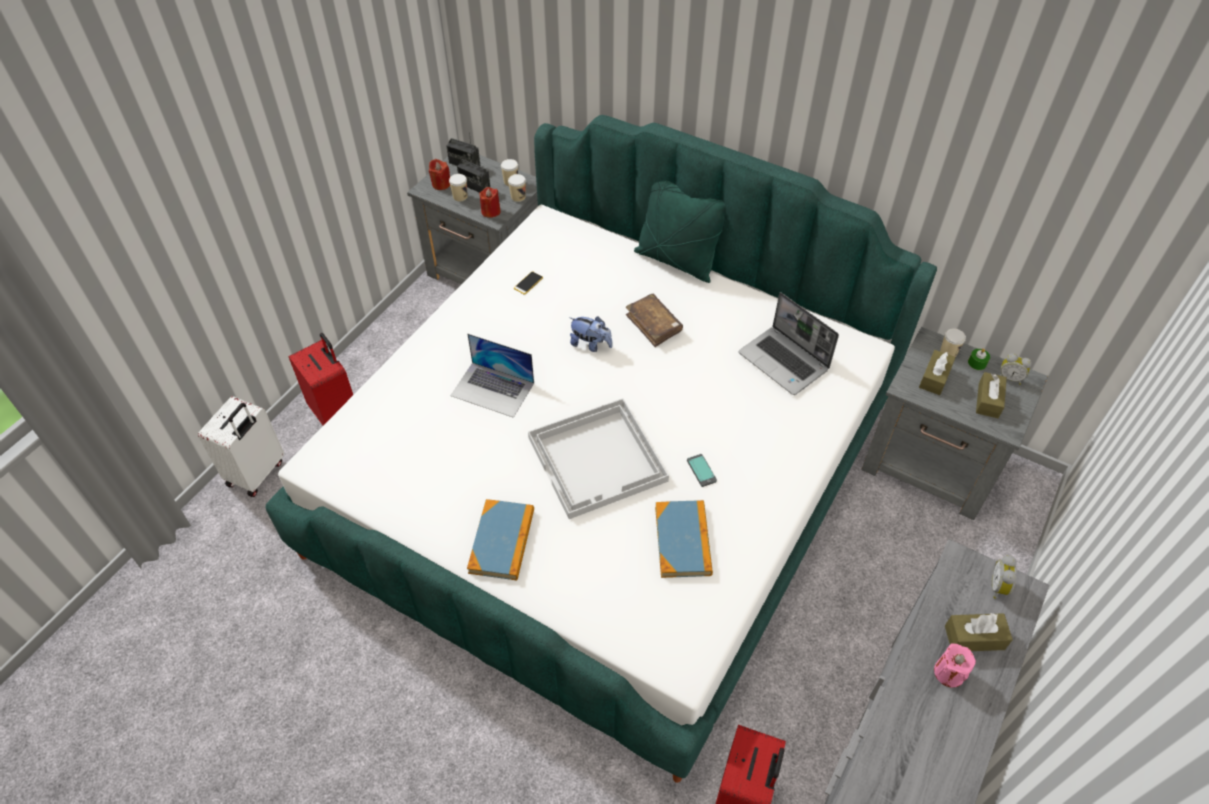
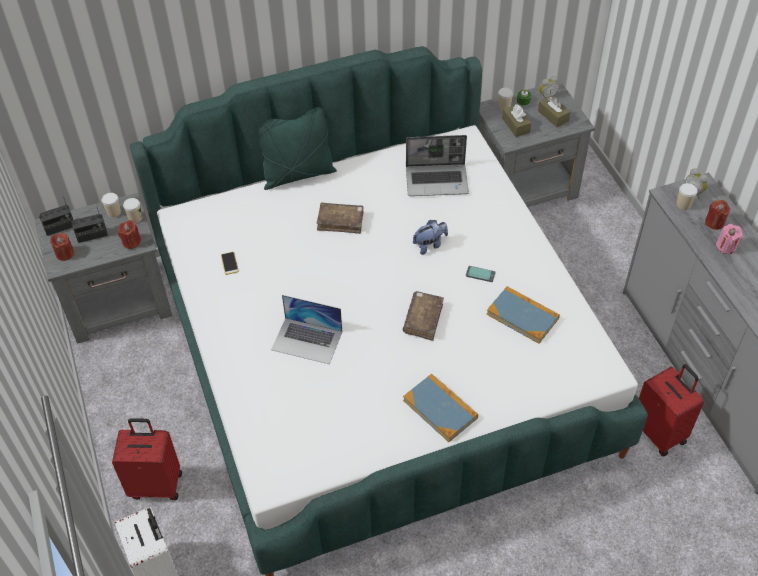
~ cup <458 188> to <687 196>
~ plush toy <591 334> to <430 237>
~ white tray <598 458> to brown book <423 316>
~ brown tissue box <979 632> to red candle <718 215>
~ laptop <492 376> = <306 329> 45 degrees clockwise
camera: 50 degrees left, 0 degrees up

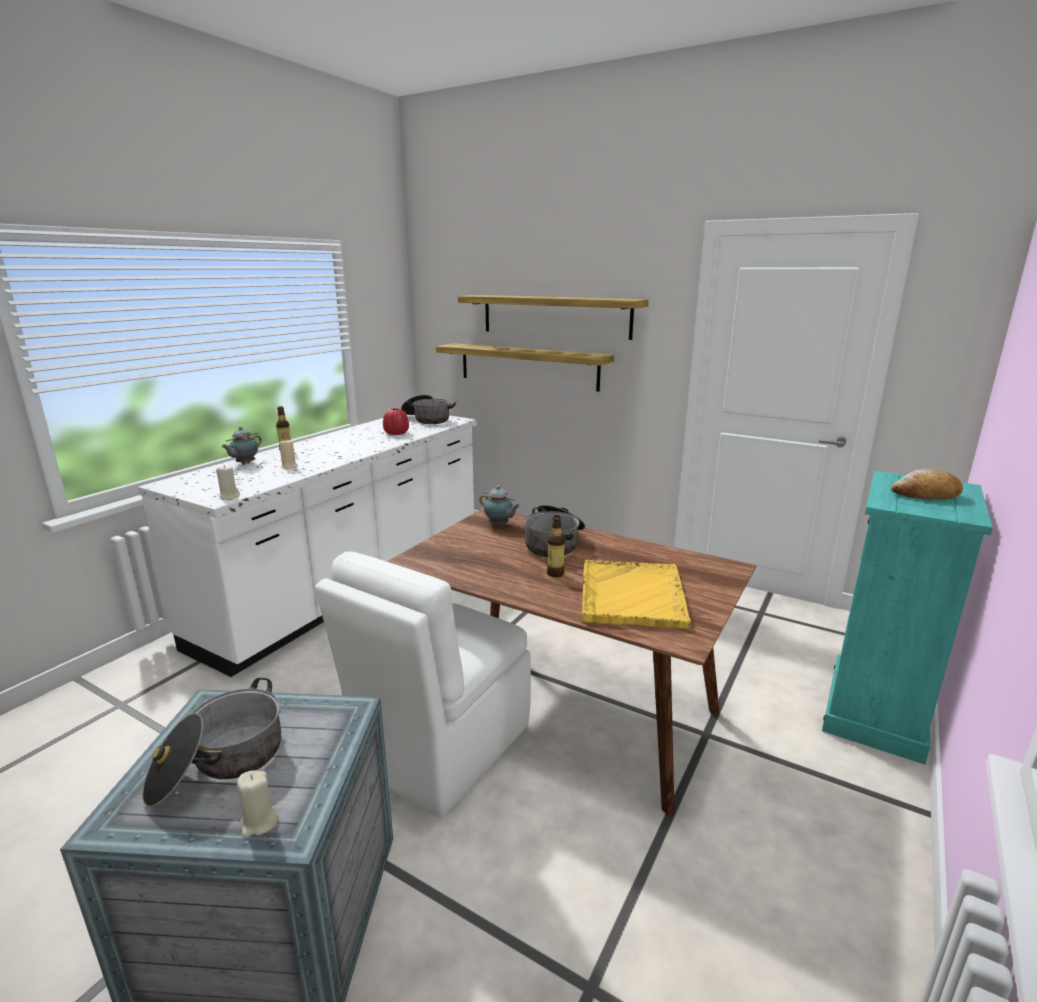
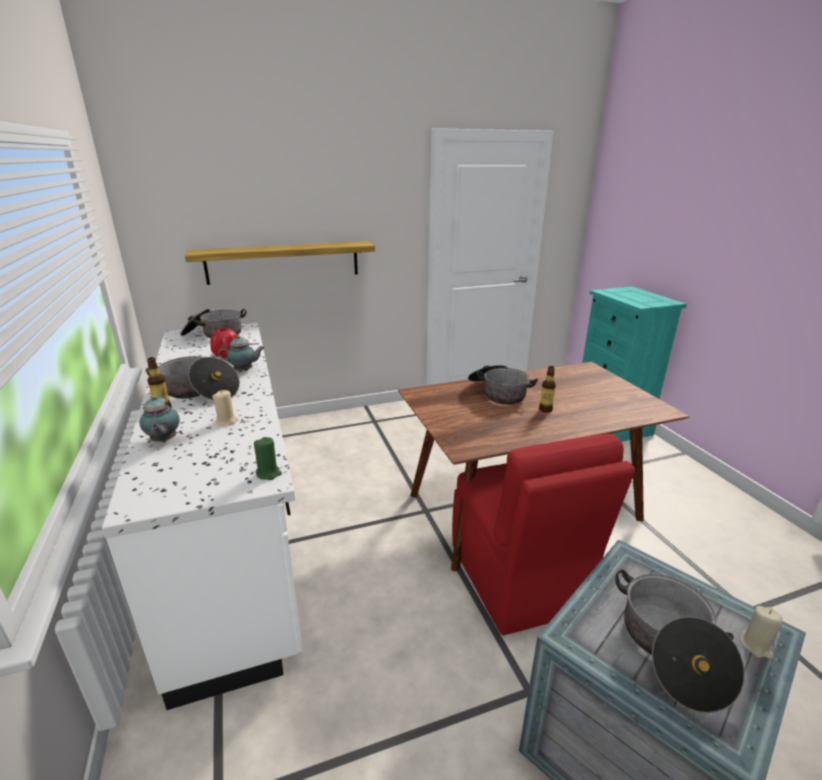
- shelf <553 317>
- yellow tray <636 594>
- bread <927 484>
+ cooking pot <193 378>
~ teapot <499 505> to <241 353>
~ beige candle <228 482> to green candle <268 458>
~ white chair <423 684> to red chair <543 534>
camera: 50 degrees left, 5 degrees up

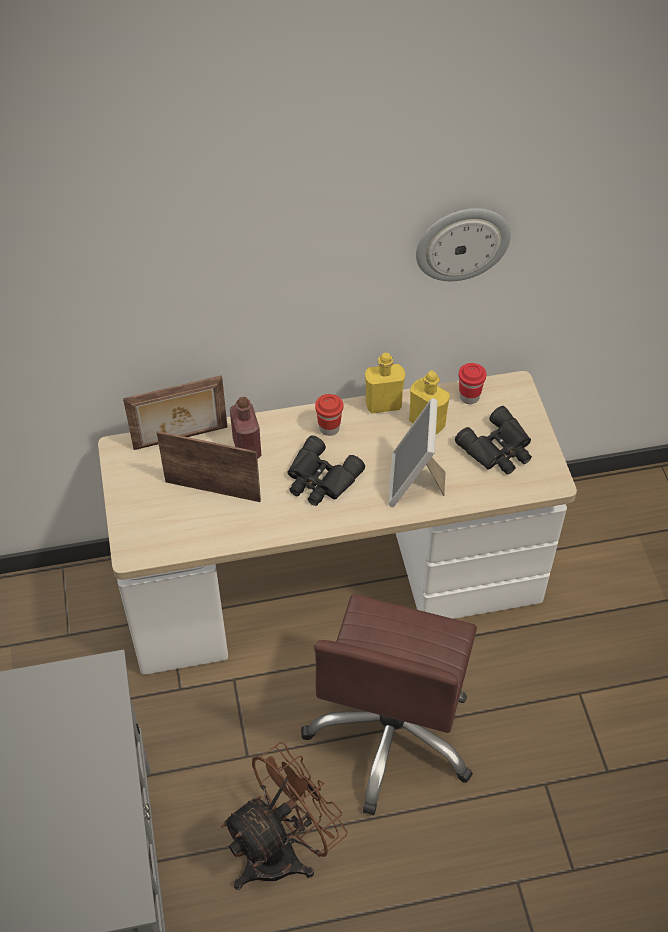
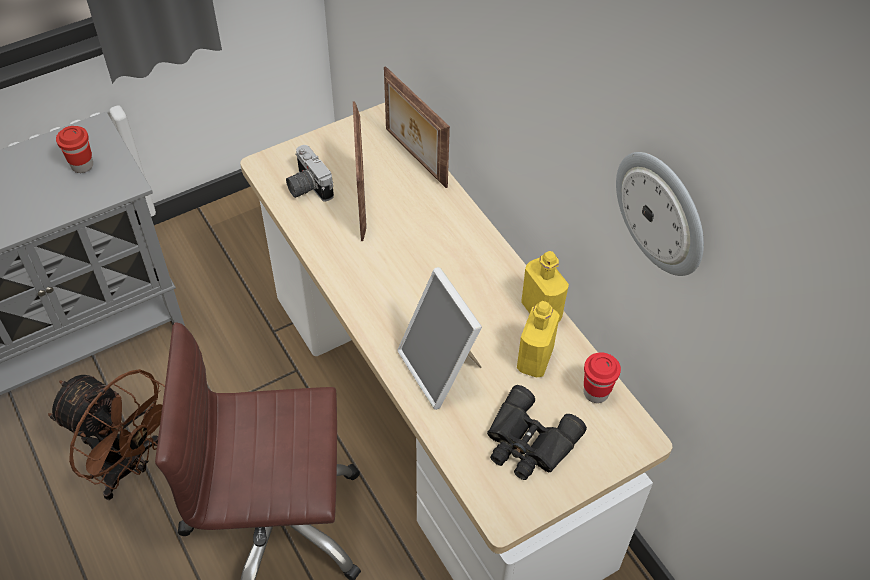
- red bottle <245 428>
- black binoculars <326 470>
+ photo camera <310 173>
~ red cup <329 415> to <74 149>
~ picture frame <417 452> = <439 338> 105 degrees counterclockwise
camera: 70 degrees right, 0 degrees up

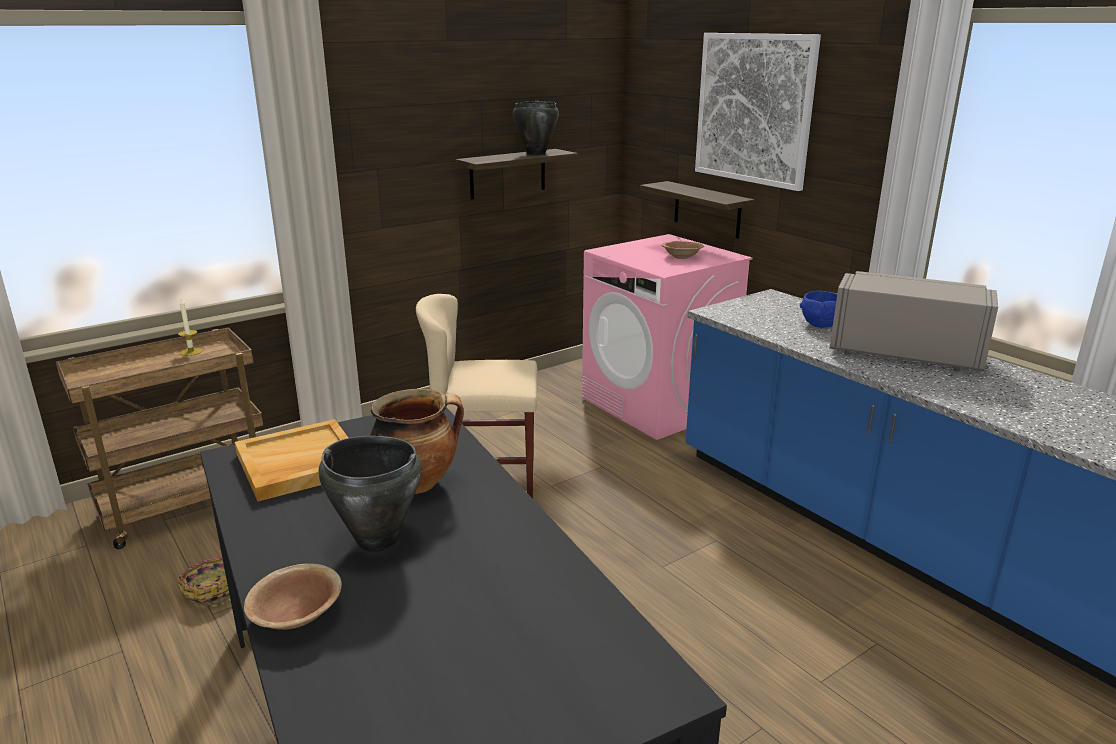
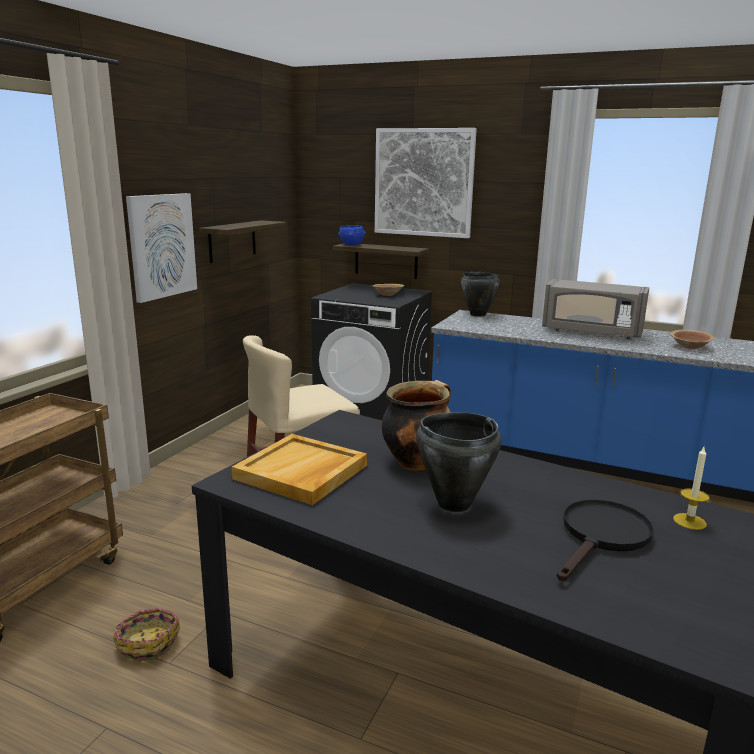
+ picture <161 248>
+ black frying pan <605 540>
~ candle <190 327> to <691 488>
~ brown bowl <293 596> to <692 339>
~ black cooking pot <536 128> to <480 294>
~ blue bowl <818 309> to <352 235>
~ pink washing machine <667 337> to black washing machine <372 351>
~ grey microwave <914 321> = <595 309> 150 degrees counterclockwise
camera: 30 degrees left, 5 degrees down

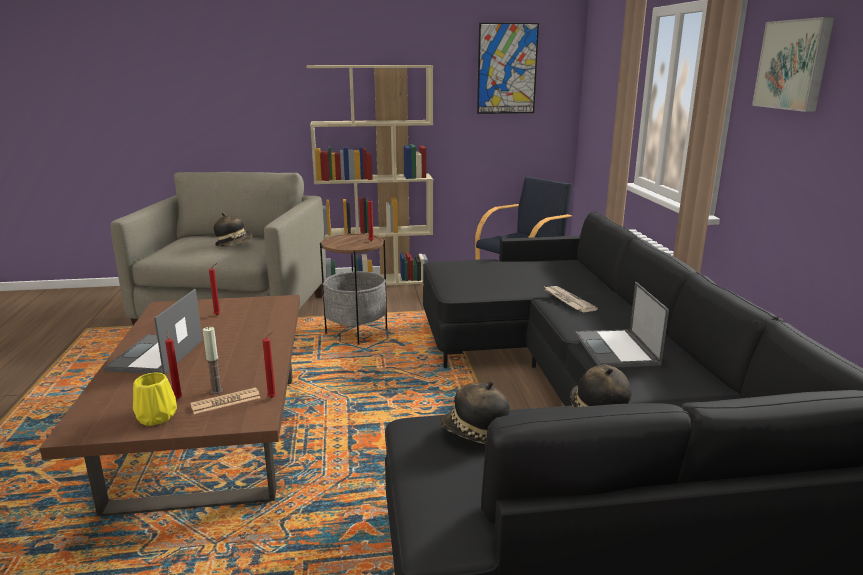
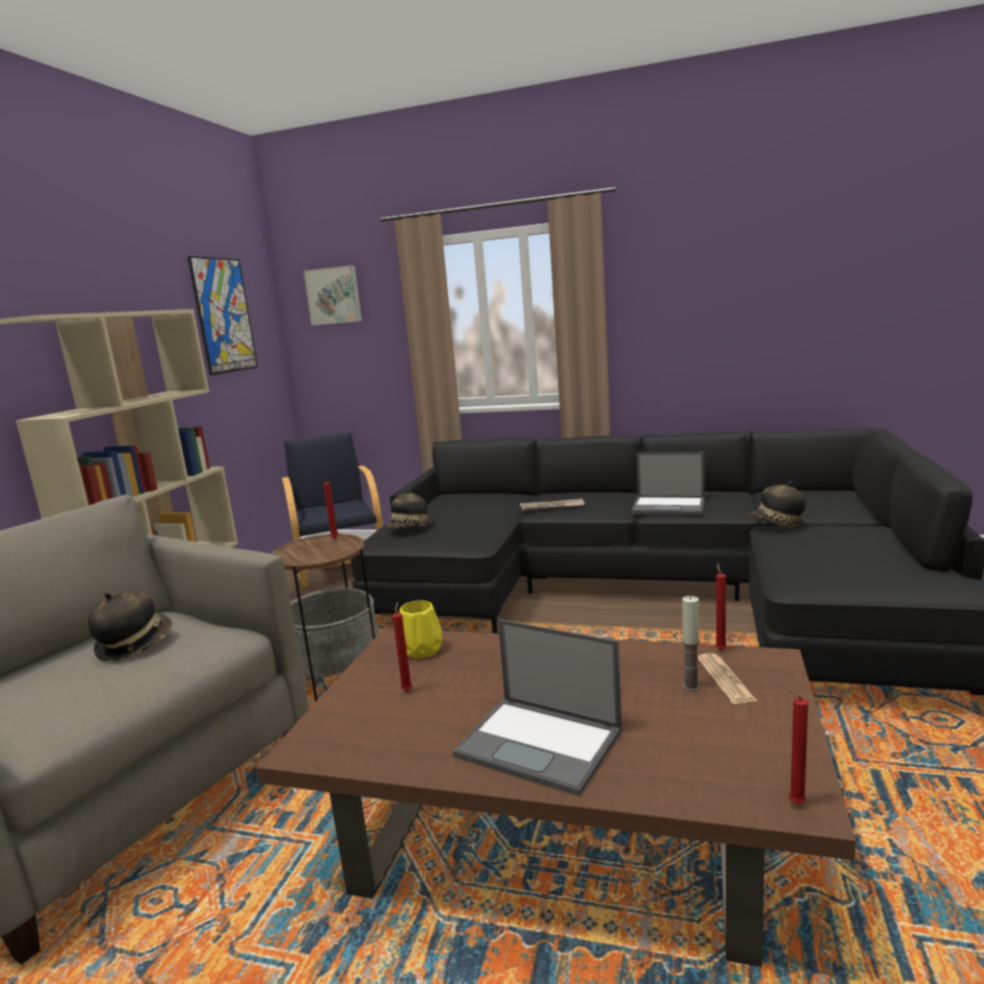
~ yellow vase <155 399> to <420 630>
~ red candle <173 365> to <797 747>
~ hat <474 412> to <409 508>
~ picture <793 64> to <332 295>
camera: 65 degrees left, 5 degrees down

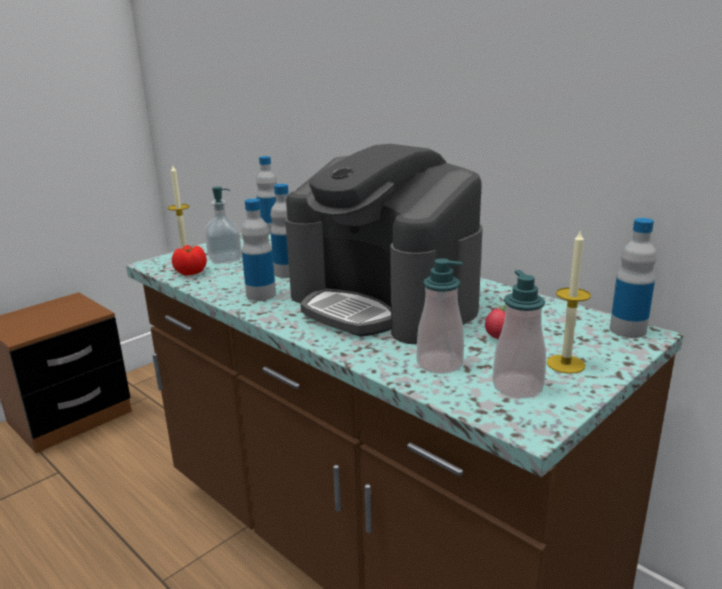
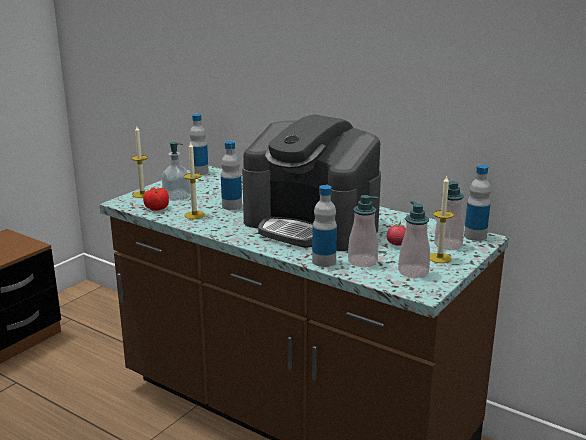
+ candle <194 180>
+ soap dispenser <449 215>
~ bottle <258 249> to <324 226>
camera: 10 degrees left, 0 degrees up

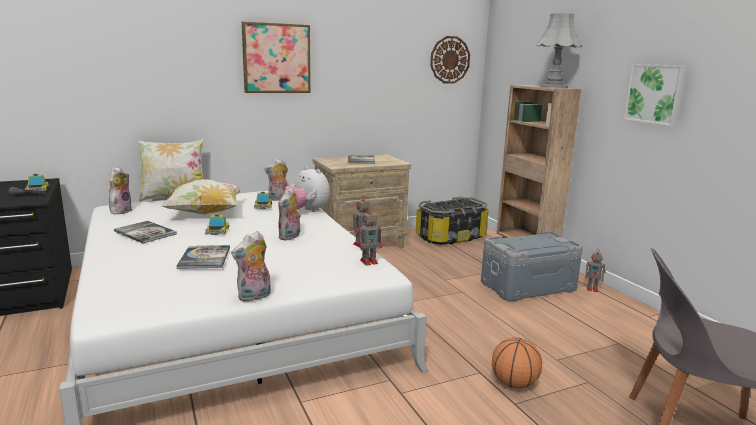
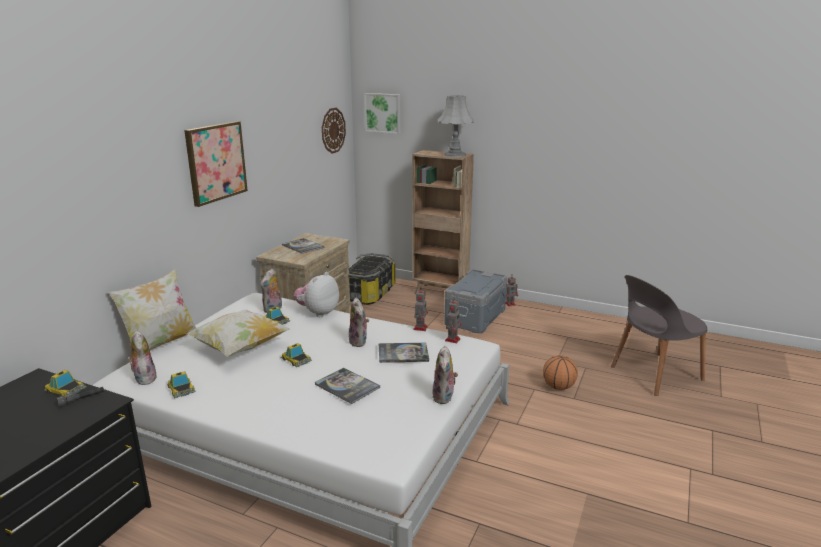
+ toy car <181 384>
~ book <145 232> to <403 353>
~ picture <655 95> to <382 113>
~ plush toy <307 189> = <316 294> 120 degrees clockwise
camera: 40 degrees left, 5 degrees up

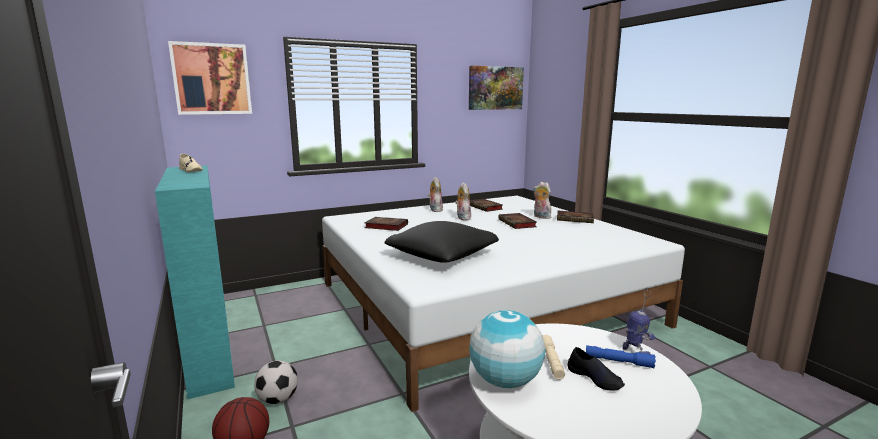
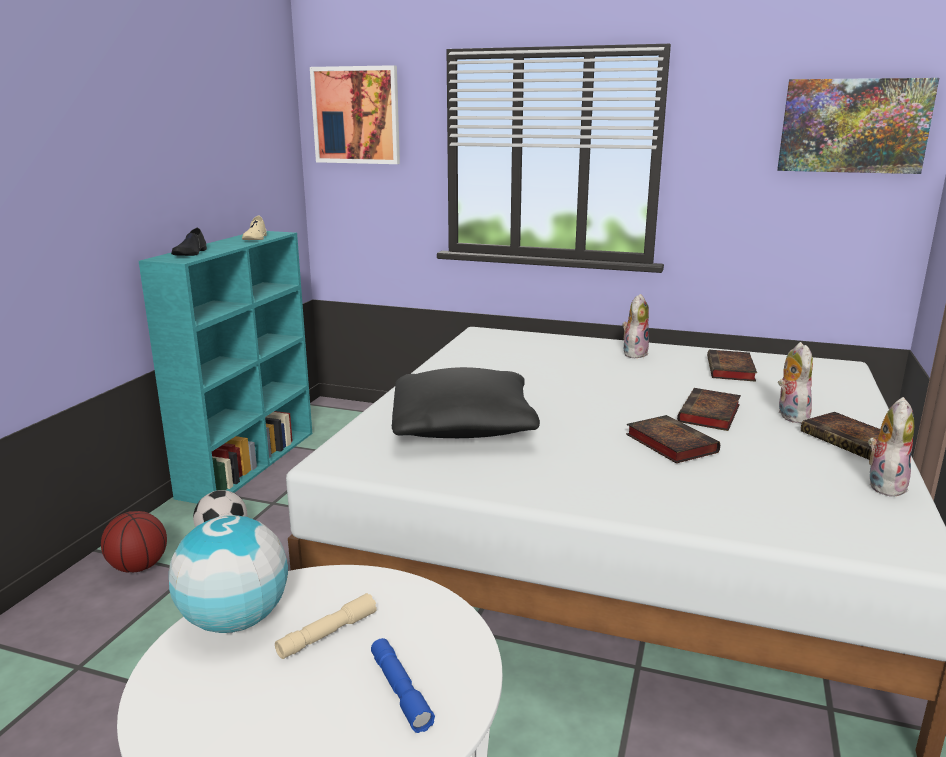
- toy robot <639 321>
~ book <386 224> to <673 439>
~ plush toy <463 201> to <891 447>
~ black shoe <596 369> to <189 242>
camera: 45 degrees right, 5 degrees up

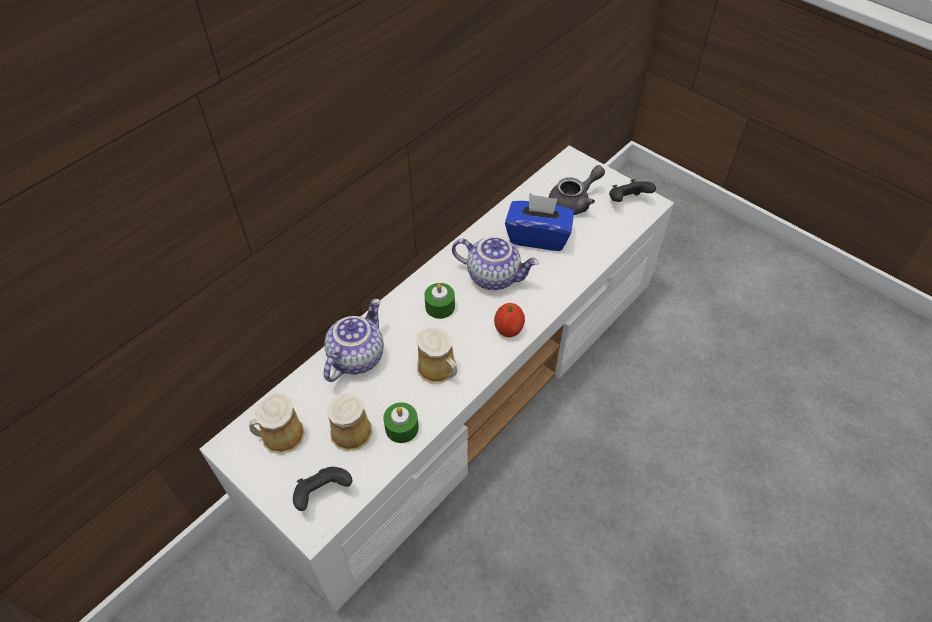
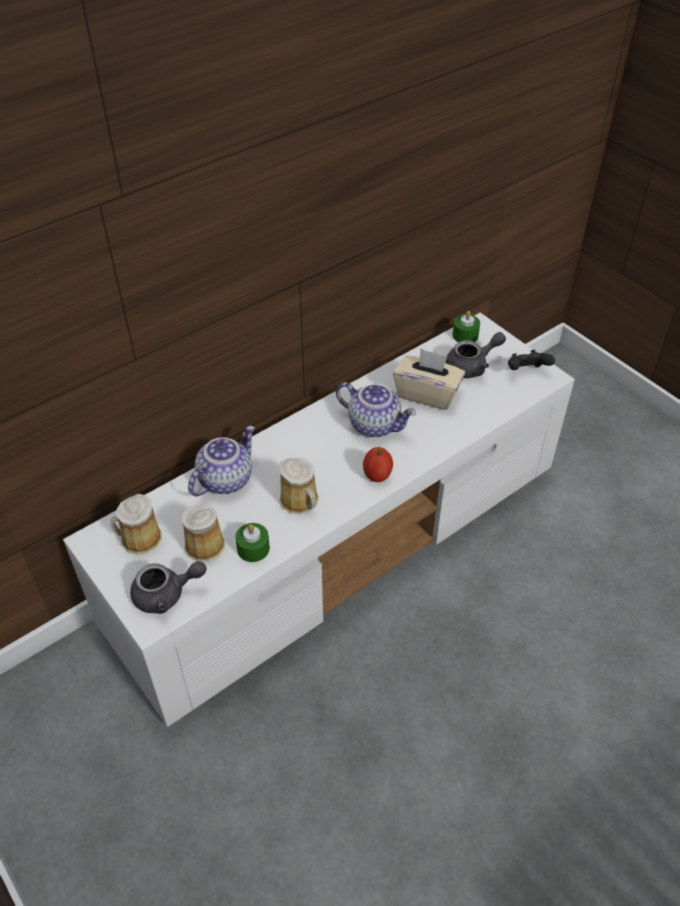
~ green candle <439 301> to <466 326>
~ black game controller <322 488> to grey teapot <168 587>
~ blue tissue box <539 222> to beige tissue box <429 379>
camera: 10 degrees right, 5 degrees down

